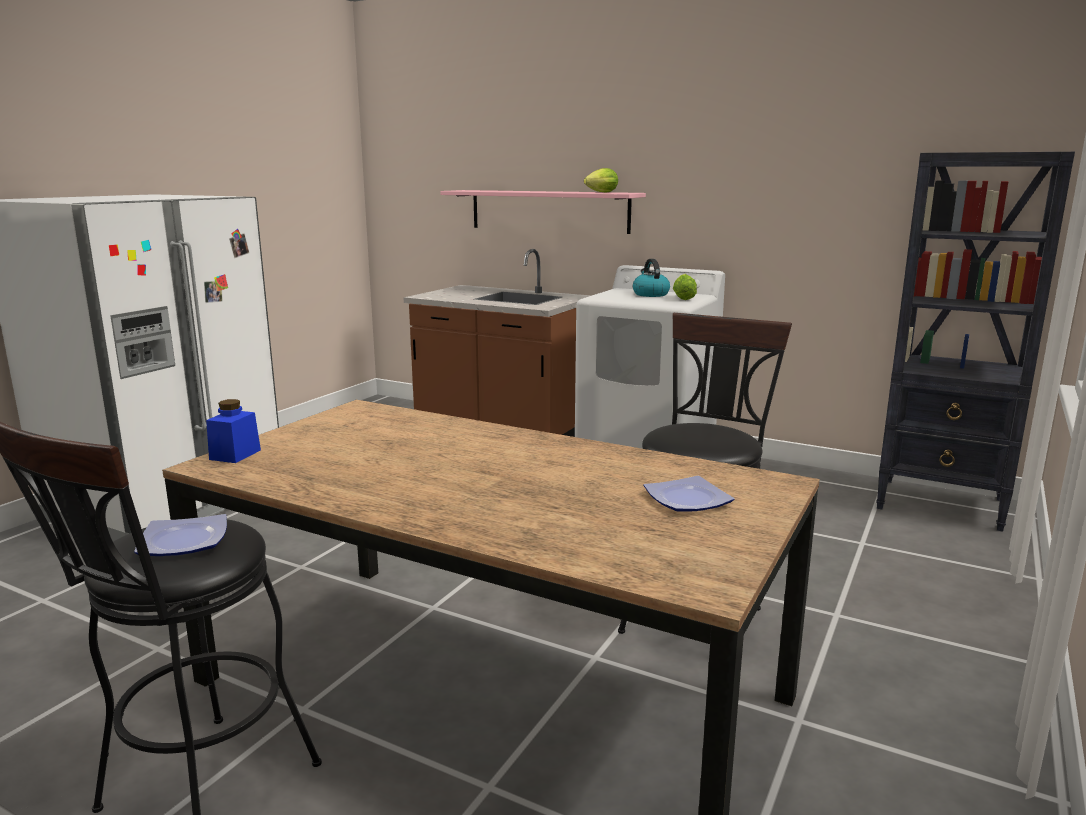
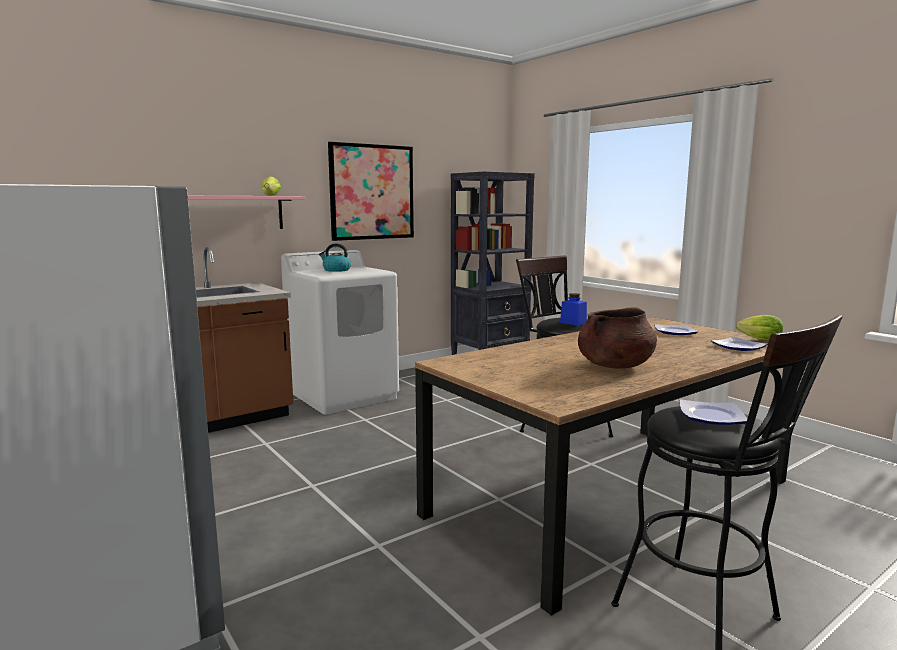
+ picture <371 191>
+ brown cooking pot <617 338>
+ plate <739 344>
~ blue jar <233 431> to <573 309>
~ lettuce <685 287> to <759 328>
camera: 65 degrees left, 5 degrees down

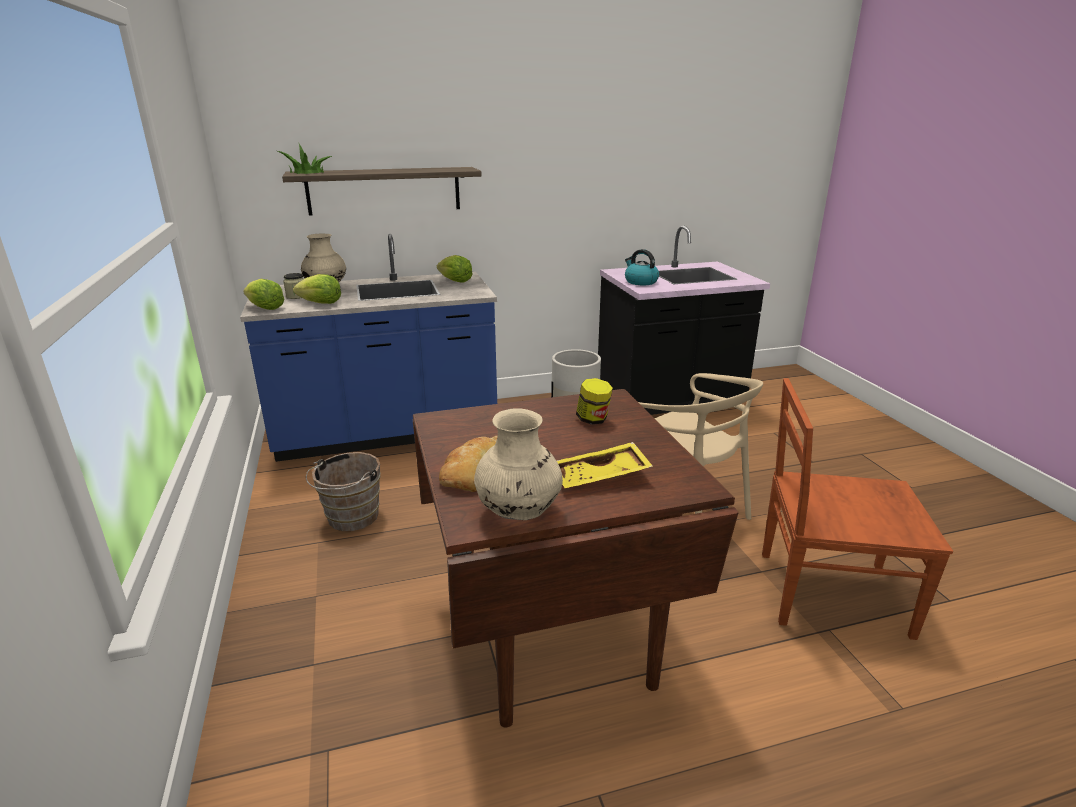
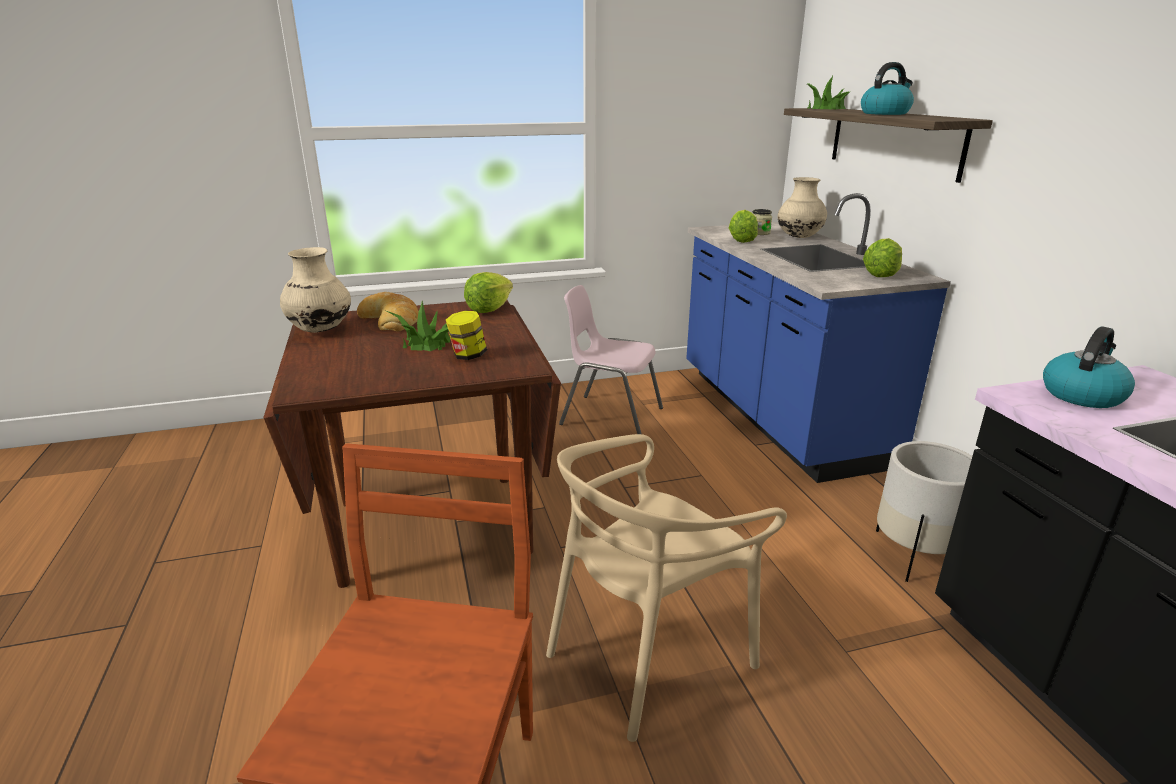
- yellow tray <605 465>
+ potted plant <419 326>
+ kettle <887 88>
~ lettuce <263 294> to <488 292>
~ brown bucket <343 491> to pink chair <611 359>
camera: 90 degrees right, 0 degrees up

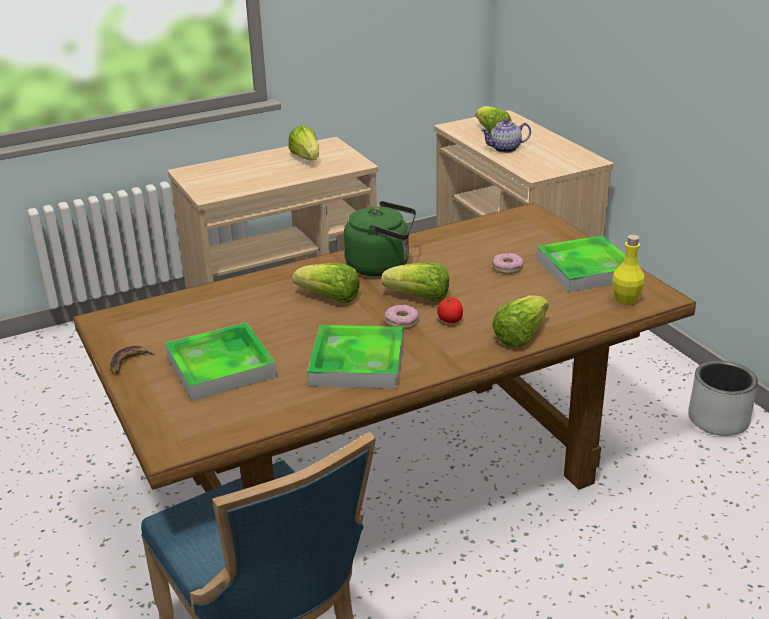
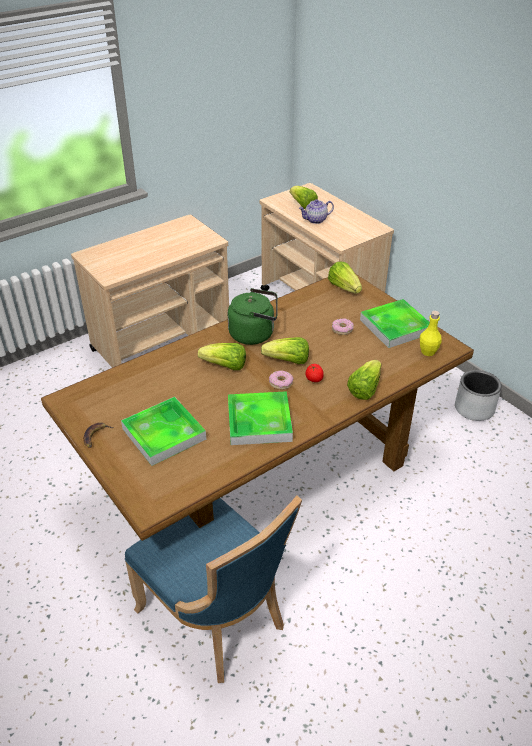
~ lettuce <304 143> to <345 278>
camera: 10 degrees left, 10 degrees up

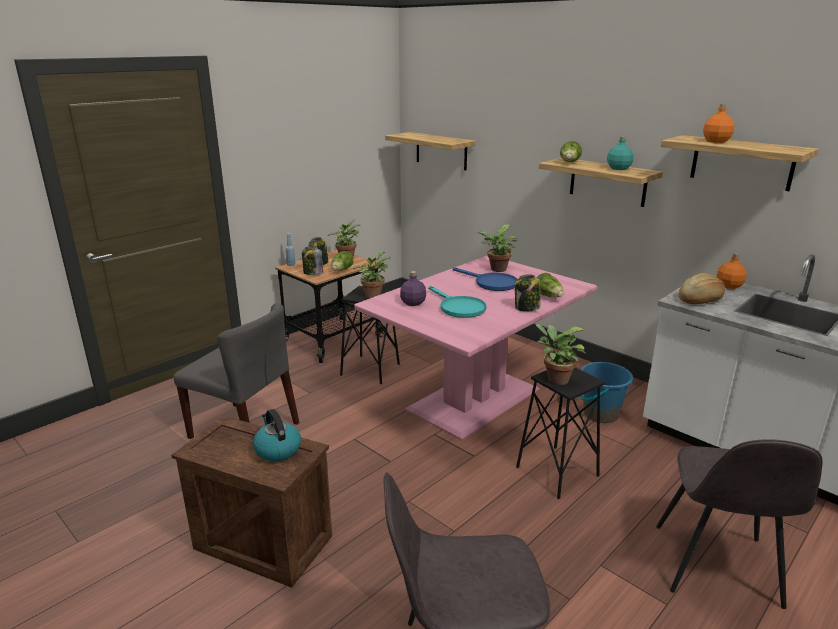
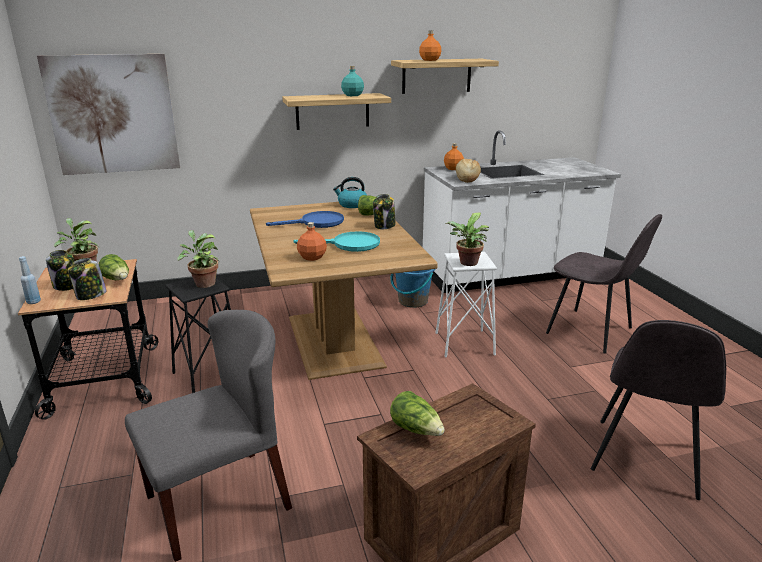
- potted plant <497 248>
~ kettle <277 435> to <350 192>
~ lettuce <571 151> to <417 413>
~ shelf <430 151> to picture <108 114>
~ pink dining table <476 348> to brown dining table <344 291>
~ purple bottle <413 288> to orange bottle <312 241>
~ black stool <560 433> to white stool <466 305>
camera: 60 degrees left, 0 degrees up

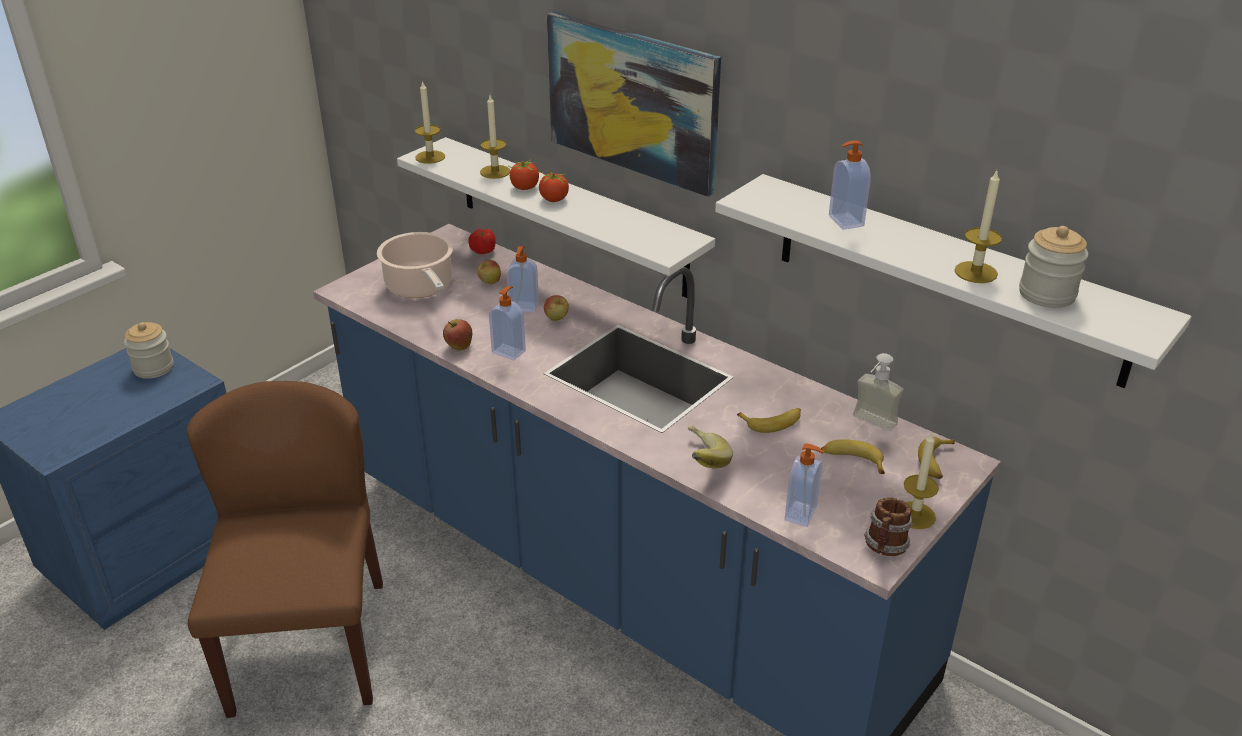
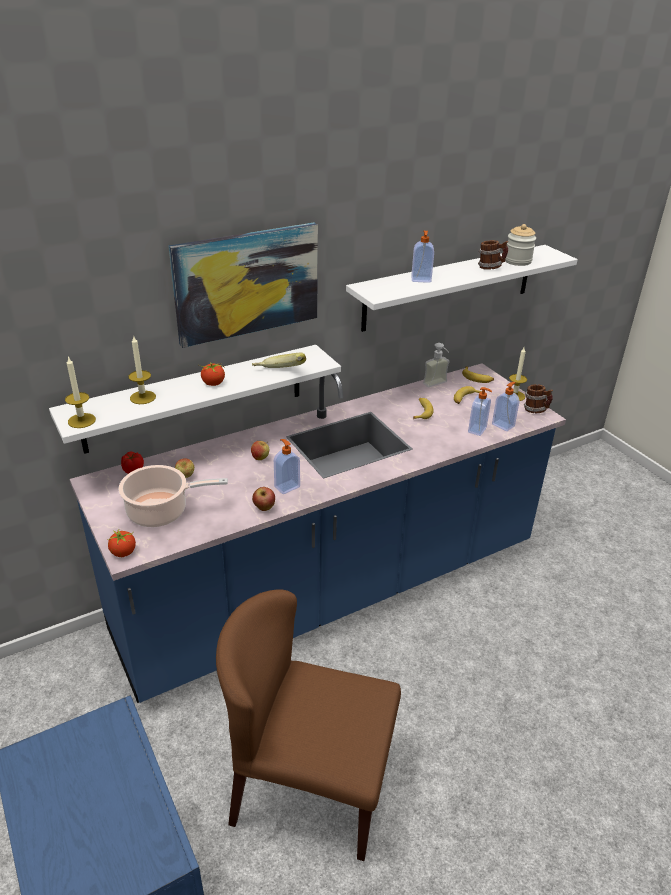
- jar <149 350>
~ soap dispenser <523 279> to <480 411>
~ tomato <524 174> to <121 543>
~ banana <710 446> to <279 360>
~ candle <978 226> to mug <493 255>
camera: 70 degrees left, 0 degrees up

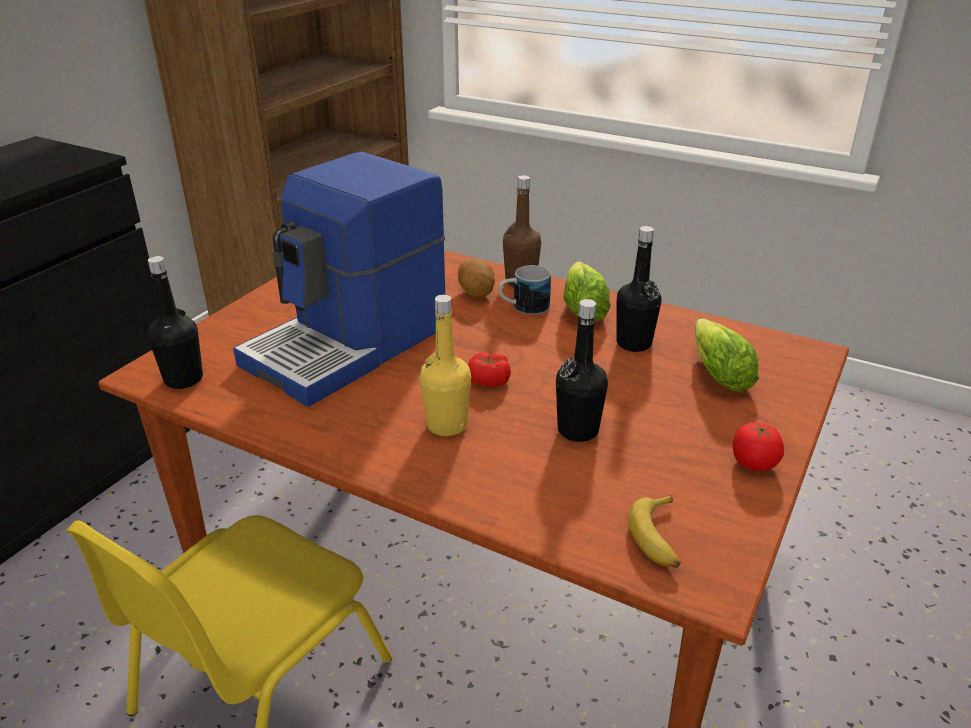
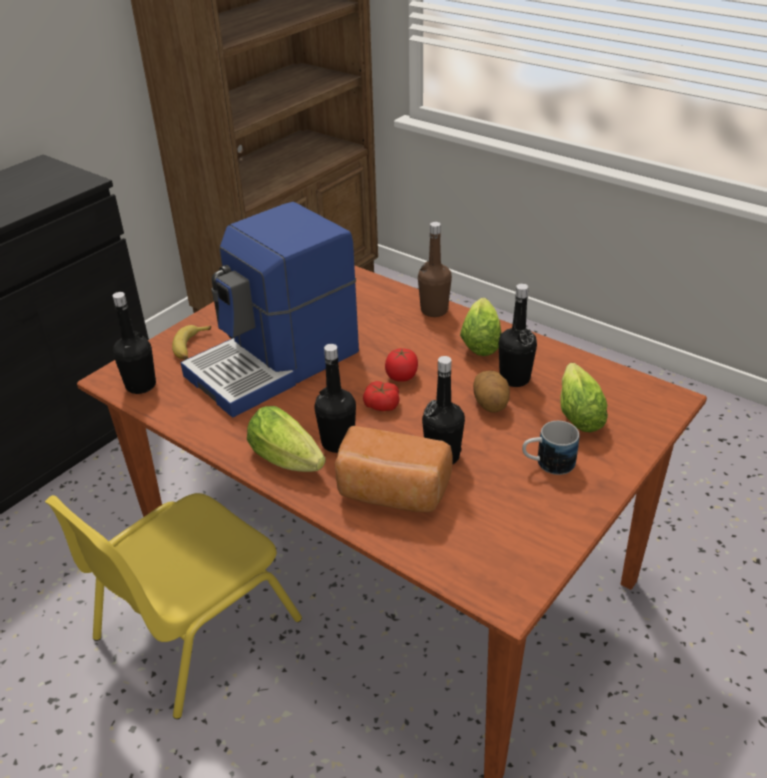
+ lettuce <286 439>
+ bread <394 469>
~ potato <476 278> to <491 392>
~ mug <525 290> to <550 448>
~ banana <654 531> to <191 342>
~ tomato <758 447> to <401 365>
~ yellow bottle <445 365> to black bottle <335 398>
camera: 10 degrees right, 5 degrees up

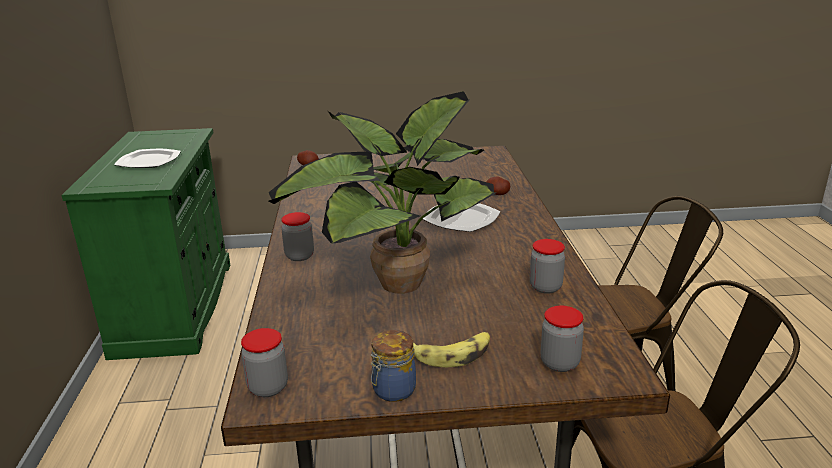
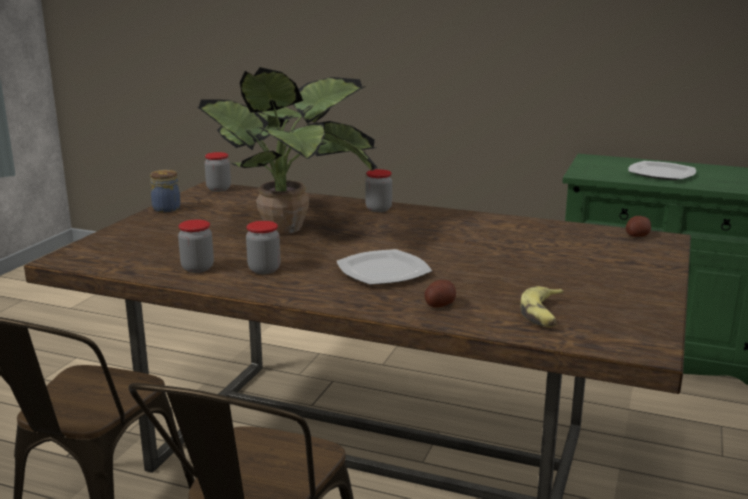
~ banana <451 349> to <542 306>
~ jar <562 339> to <263 247>
camera: 115 degrees right, 5 degrees down

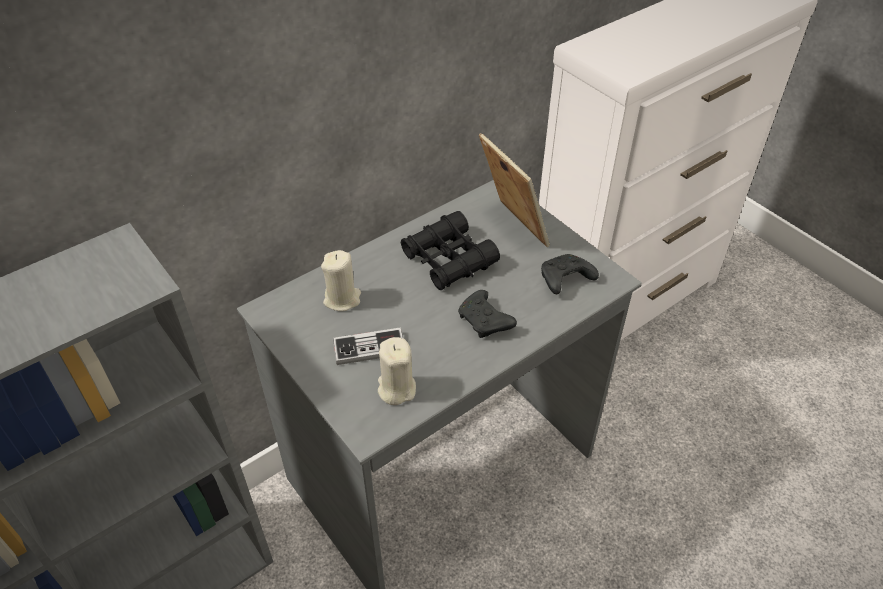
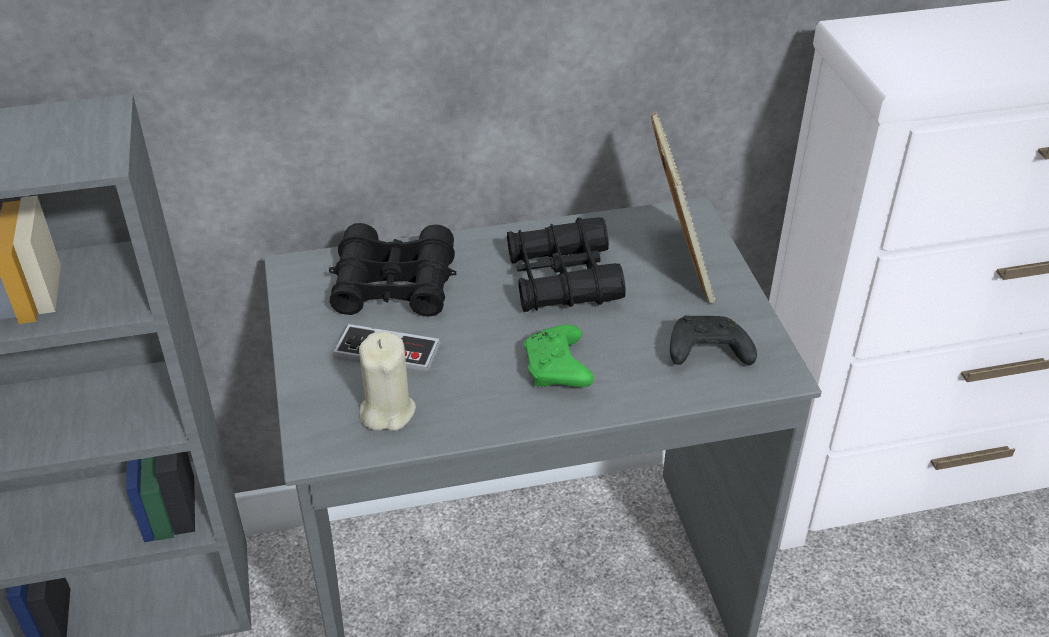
~ beige candle <341 280> to black binoculars <392 270>
~ black game controller <487 314> to green game controller <559 356>
camera: 25 degrees right, 5 degrees down

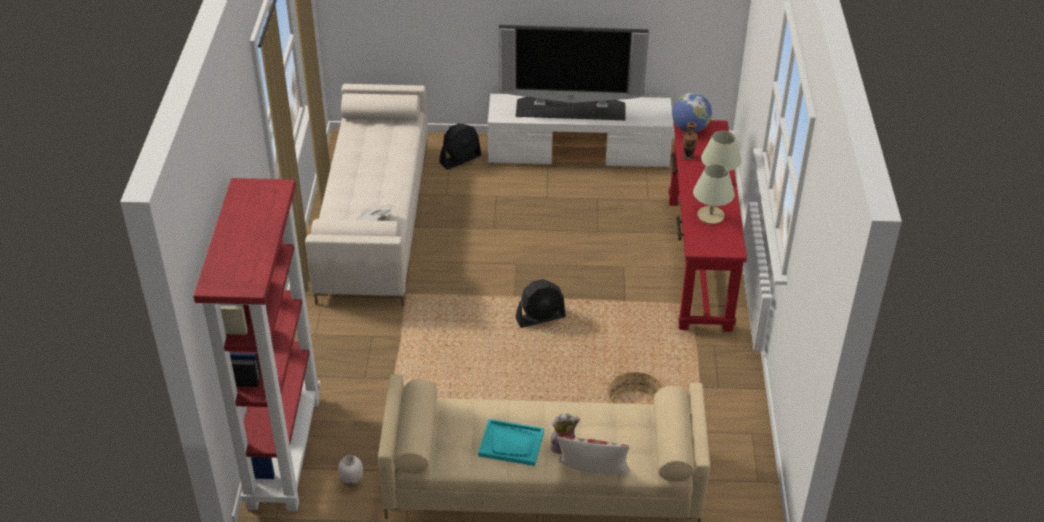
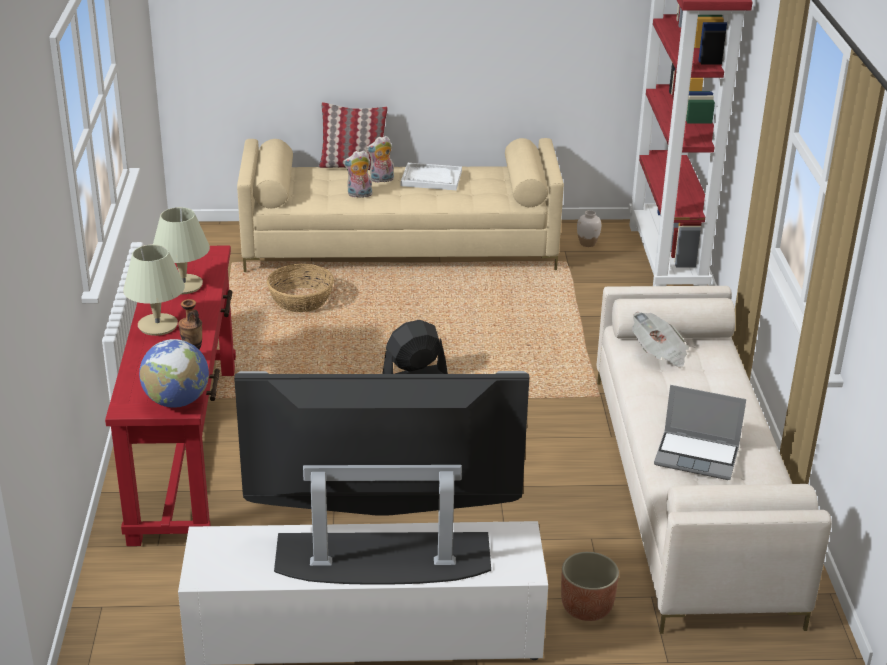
+ plush toy <357 174>
+ laptop <700 432>
~ black fan <460 146> to planter <590 586>
~ turquoise tray <511 442> to white tray <431 176>
camera: 175 degrees right, 10 degrees down

